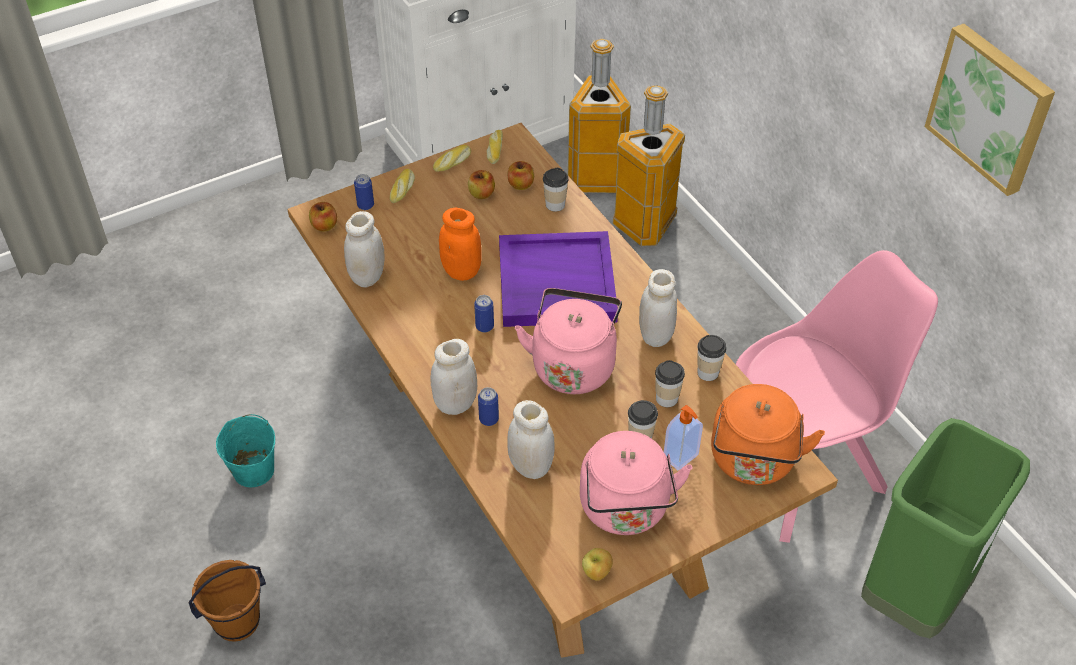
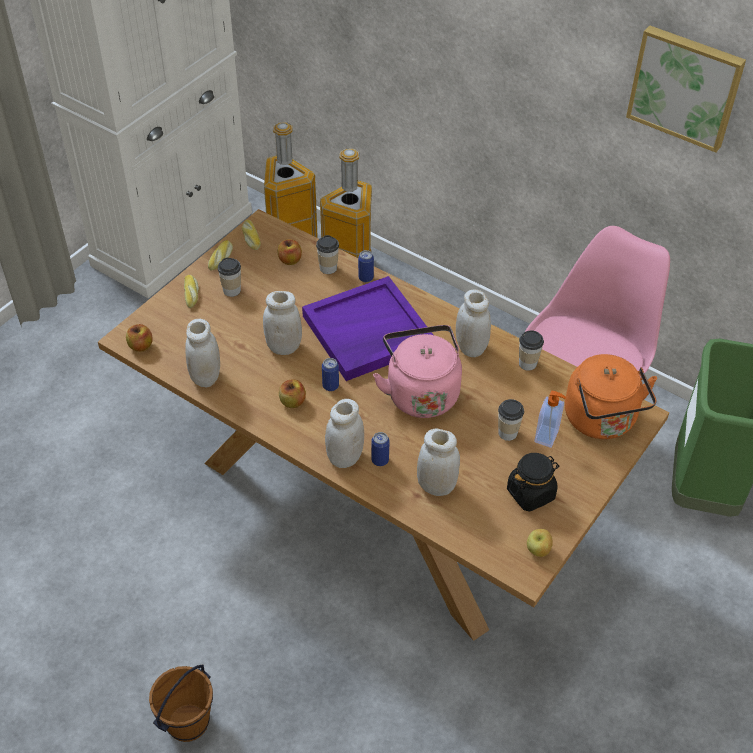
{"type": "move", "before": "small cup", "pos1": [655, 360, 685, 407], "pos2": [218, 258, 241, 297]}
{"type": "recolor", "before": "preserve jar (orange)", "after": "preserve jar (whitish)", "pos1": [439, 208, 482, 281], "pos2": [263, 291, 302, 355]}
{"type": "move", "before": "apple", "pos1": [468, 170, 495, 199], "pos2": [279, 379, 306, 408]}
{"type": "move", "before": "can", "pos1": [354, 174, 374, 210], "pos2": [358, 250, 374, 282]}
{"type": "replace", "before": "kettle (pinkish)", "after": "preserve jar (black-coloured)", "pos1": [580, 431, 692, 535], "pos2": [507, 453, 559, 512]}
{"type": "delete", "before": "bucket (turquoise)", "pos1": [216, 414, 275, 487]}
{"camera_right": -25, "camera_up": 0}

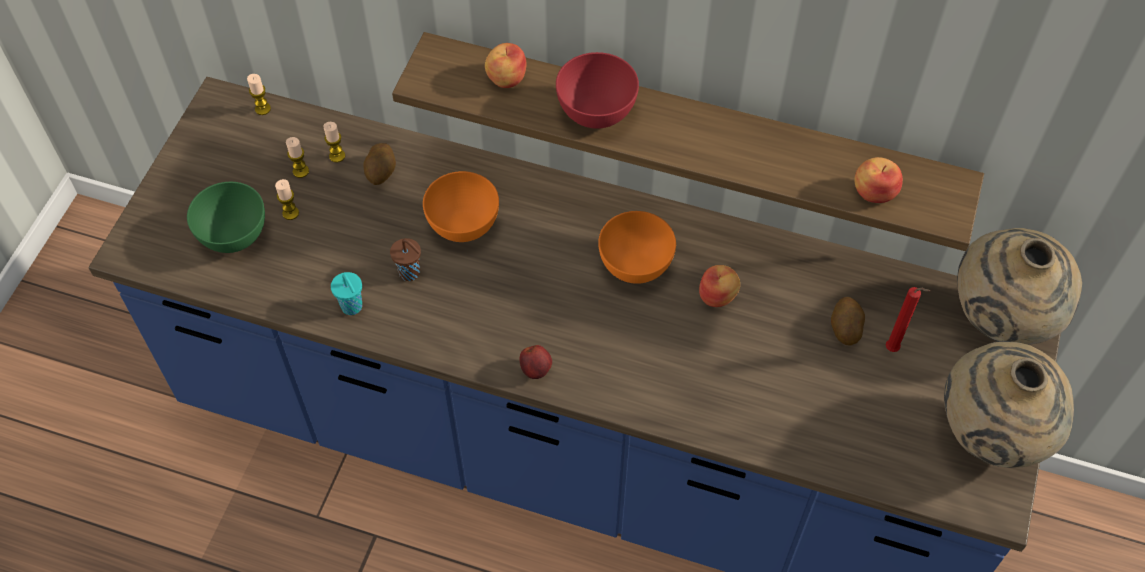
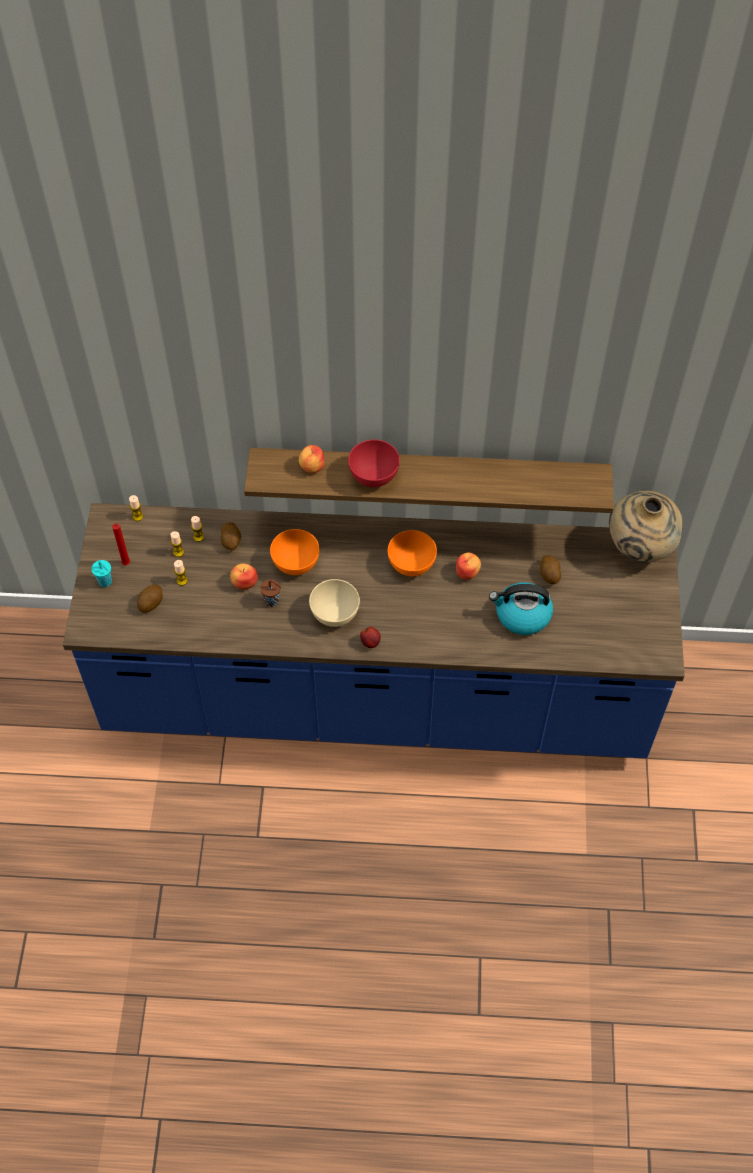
{"type": "move", "before": "small cup (turquoise)", "pos1": [331, 272, 362, 315], "pos2": [91, 560, 112, 587]}
{"type": "move", "before": "wax candle (reddish)", "pos1": [886, 287, 930, 352], "pos2": [112, 523, 130, 565]}
{"type": "replace", "before": "bowl (greenish)", "after": "spud", "pos1": [187, 182, 265, 253], "pos2": [137, 585, 163, 613]}
{"type": "move", "before": "apple", "pos1": [854, 157, 903, 203], "pos2": [230, 563, 258, 589]}
{"type": "insert", "after": "bowl (beige-coloured)", "pos2": [309, 579, 360, 627]}
{"type": "insert", "after": "kettle", "pos2": [489, 582, 553, 635]}
{"type": "delete", "before": "flower vase (beige-coloured)", "pos1": [944, 341, 1074, 468]}
{"camera_right": -15, "camera_up": 0}

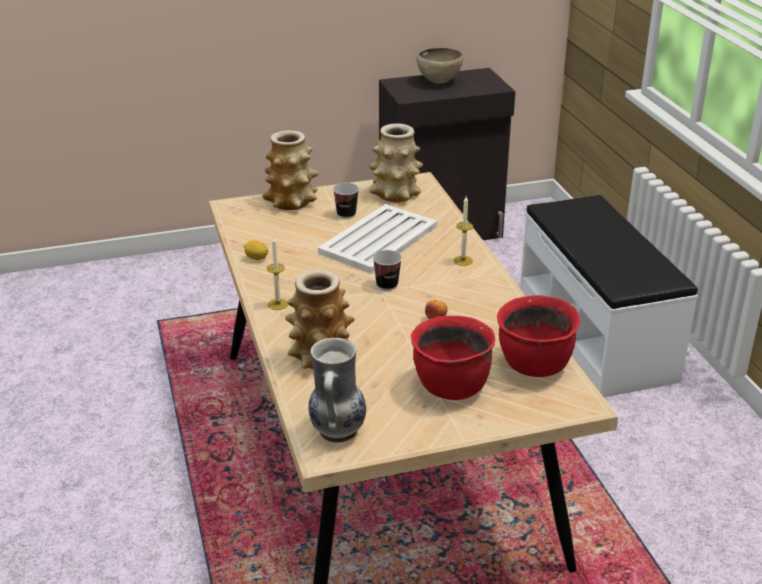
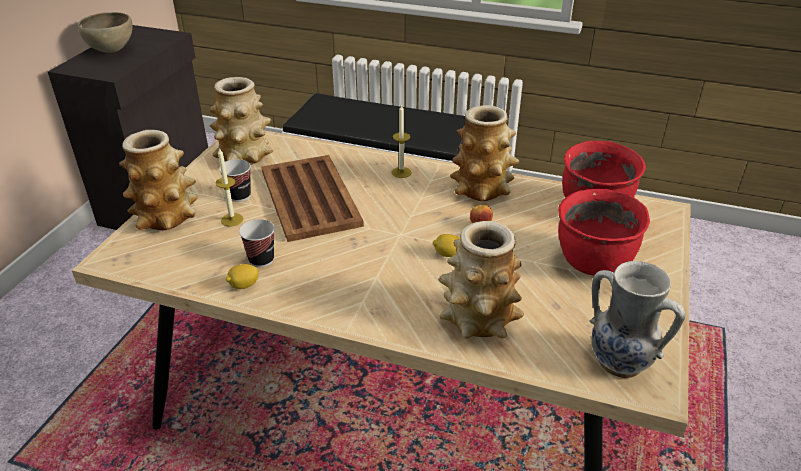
{"type": "move", "before": "wax candle", "pos1": [267, 237, 288, 310], "pos2": [216, 148, 244, 226]}
{"type": "move", "before": "small cup", "pos1": [373, 250, 402, 291], "pos2": [239, 219, 275, 267]}
{"type": "recolor", "before": "tray (whitish)", "after": "tray (brown)", "pos1": [318, 204, 437, 273], "pos2": [262, 155, 364, 242]}
{"type": "insert", "after": "whole lemon", "pos2": [433, 234, 460, 257]}
{"type": "insert", "after": "flower vase", "pos2": [450, 105, 519, 201]}
{"camera_right": -55, "camera_up": 5}

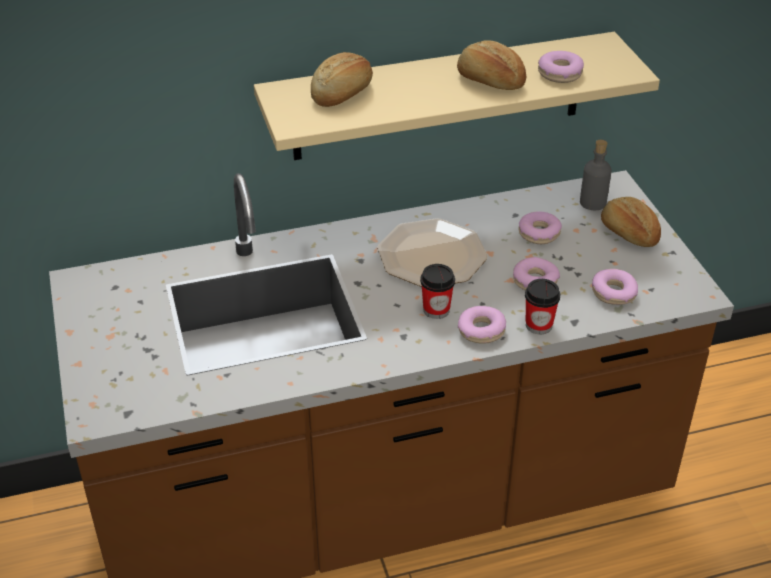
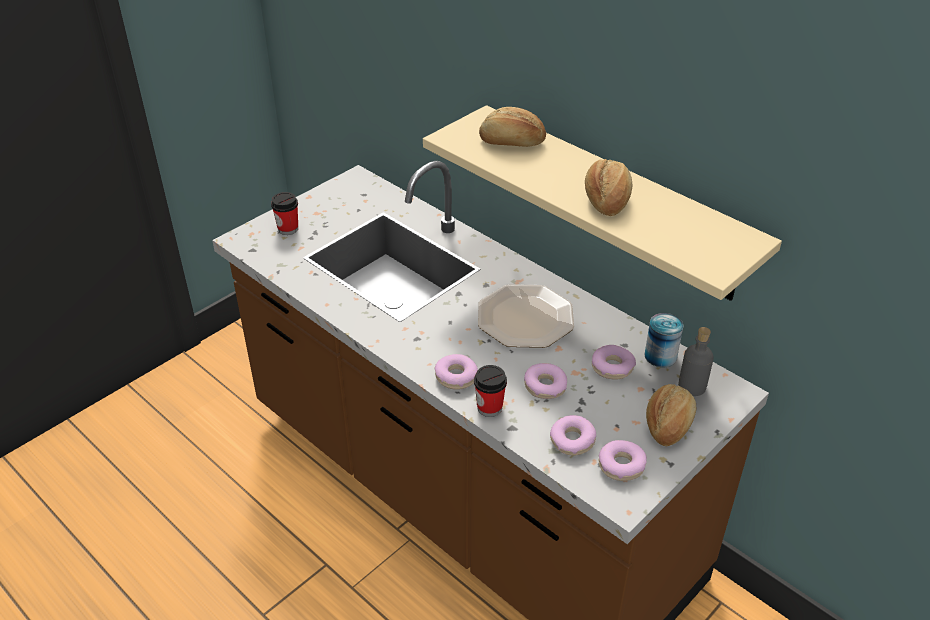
{"type": "move", "before": "small cup", "pos1": [420, 264, 455, 319], "pos2": [271, 192, 298, 235]}
{"type": "move", "before": "donut", "pos1": [538, 51, 584, 83], "pos2": [599, 440, 647, 481]}
{"type": "insert", "after": "can", "pos2": [644, 313, 683, 367]}
{"camera_right": 60, "camera_up": 0}

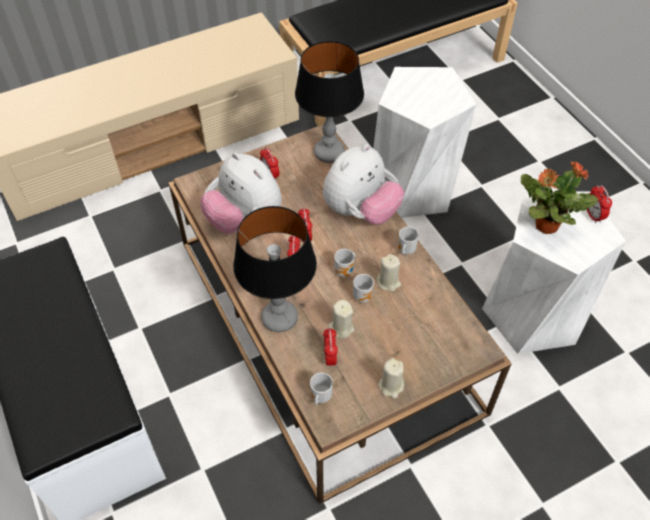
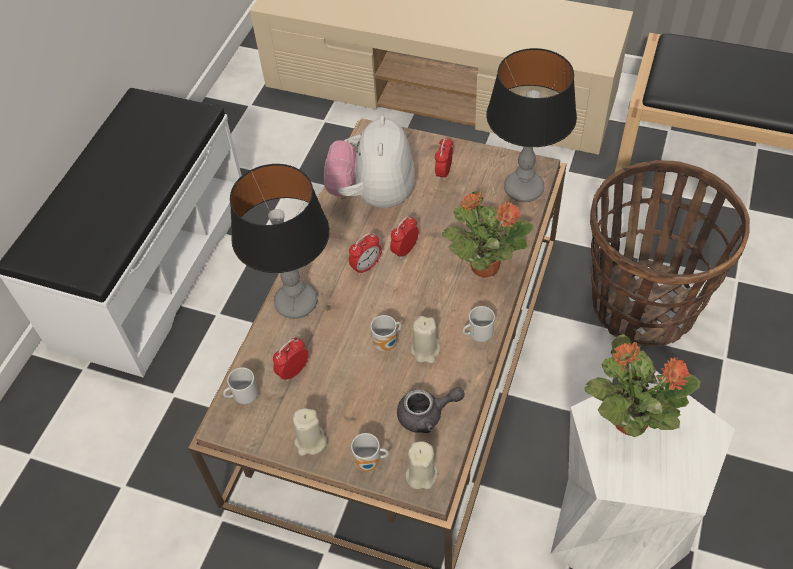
{"type": "move", "before": "tea mug", "pos1": [334, 249, 355, 277], "pos2": [351, 433, 389, 471]}
{"type": "insert", "after": "tea pot (grey)", "pos2": [397, 387, 465, 433]}
{"type": "move", "before": "wax candle (beige-coloured)", "pos1": [328, 300, 355, 339], "pos2": [406, 441, 438, 489]}
{"type": "replace", "before": "plush toy", "after": "plant in a pot", "pos1": [323, 144, 404, 225], "pos2": [442, 191, 534, 278]}
{"type": "replace", "before": "stool seat (whitish)", "after": "storage basket", "pos1": [373, 67, 476, 218], "pos2": [590, 160, 750, 347]}
{"type": "delete", "before": "alarm clock", "pos1": [587, 185, 612, 223]}
{"camera_right": 50, "camera_up": 0}

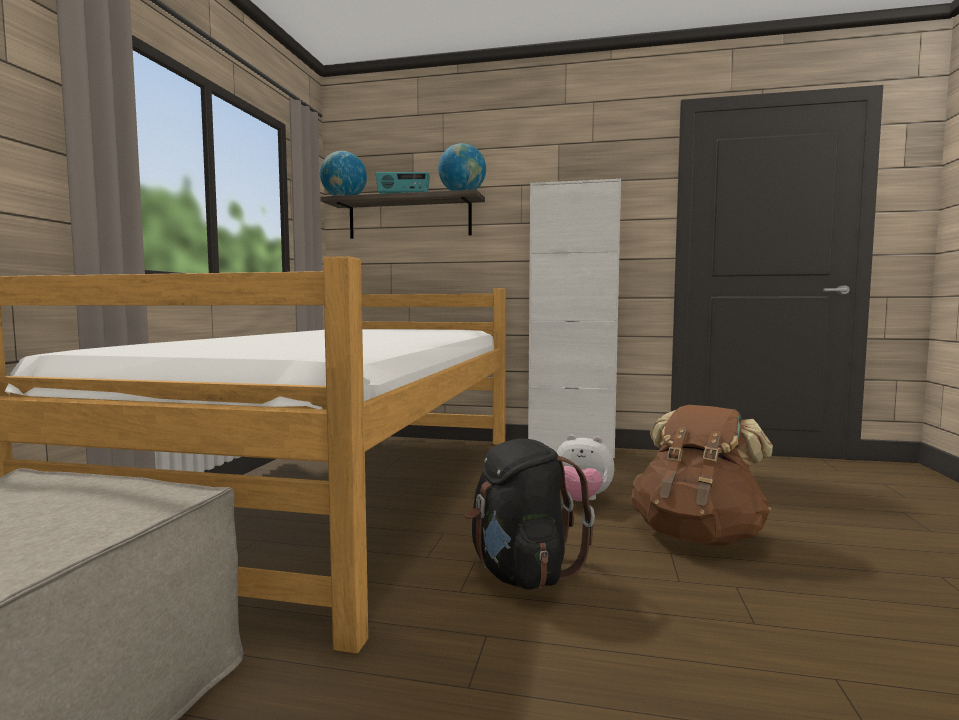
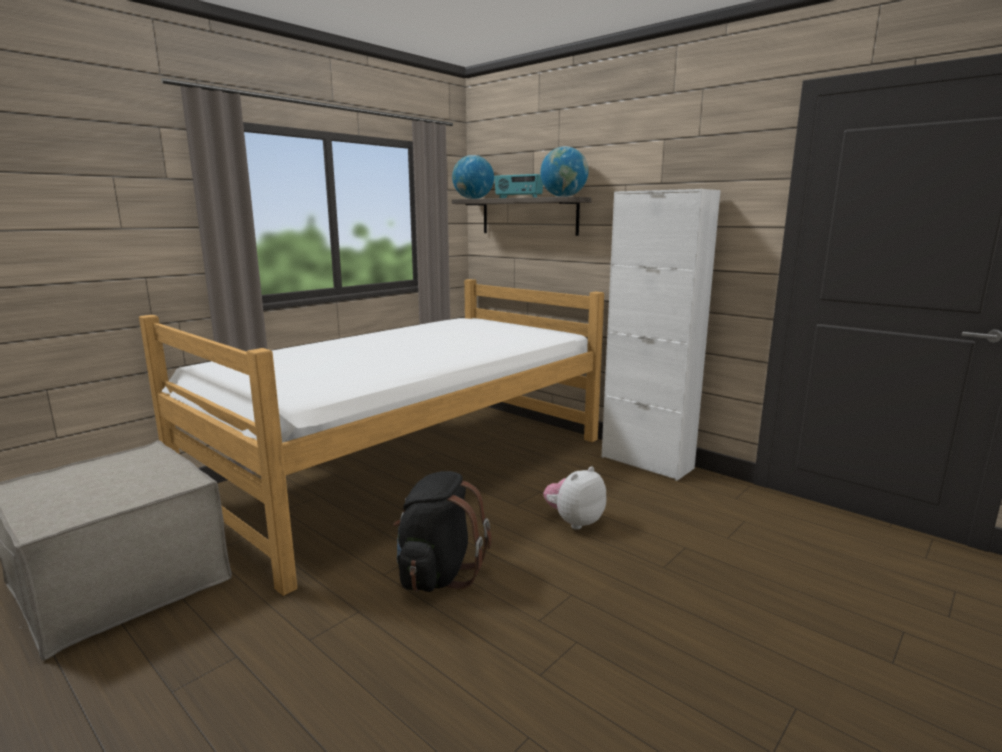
{"type": "rotate", "before": "plush toy", "pos1": [556, 435, 614, 501], "pos2": [543, 466, 606, 530], "turn": 90}
{"type": "delete", "before": "backpack (brown)", "pos1": [631, 405, 773, 546]}
{"camera_right": 30, "camera_up": 10}

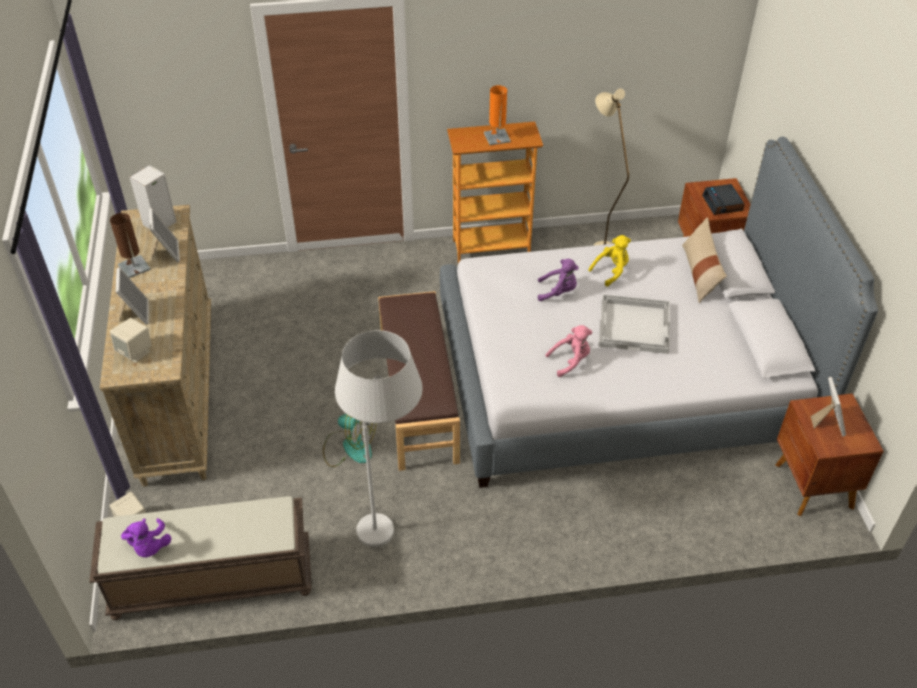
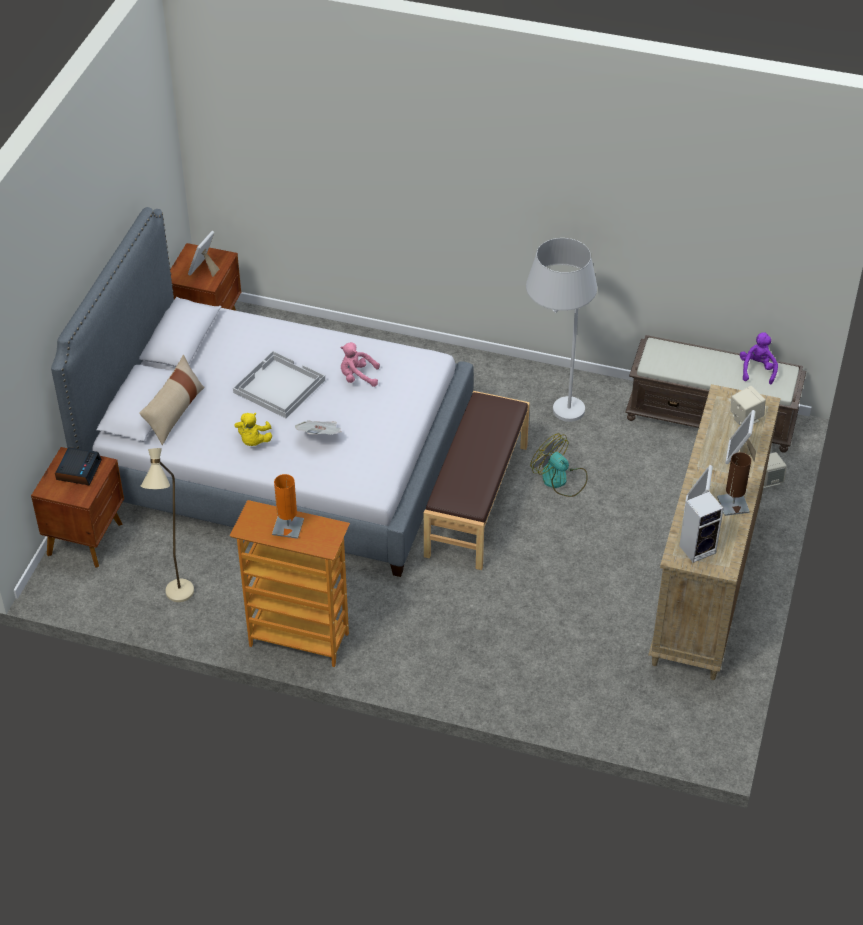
{"type": "rotate", "before": "plush toy (yellow)", "pos1": [588, 235, 631, 287], "pos2": [234, 413, 272, 446], "turn": -75}
{"type": "replace", "before": "plush toy (purplish)", "after": "daily paper", "pos1": [538, 259, 579, 301], "pos2": [295, 420, 341, 435]}
{"camera_right": -155, "camera_up": 0}

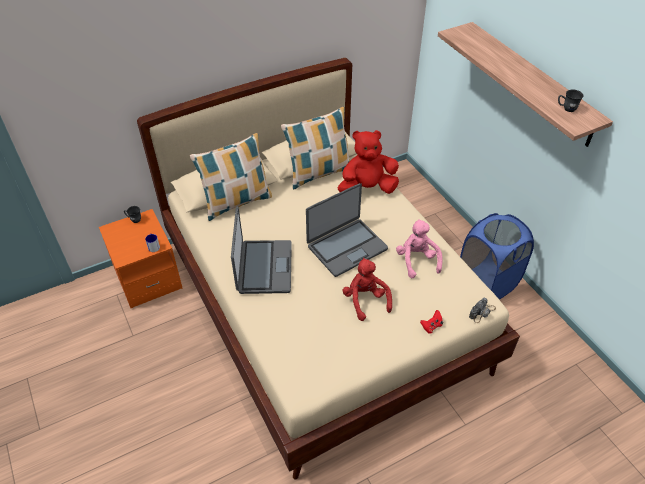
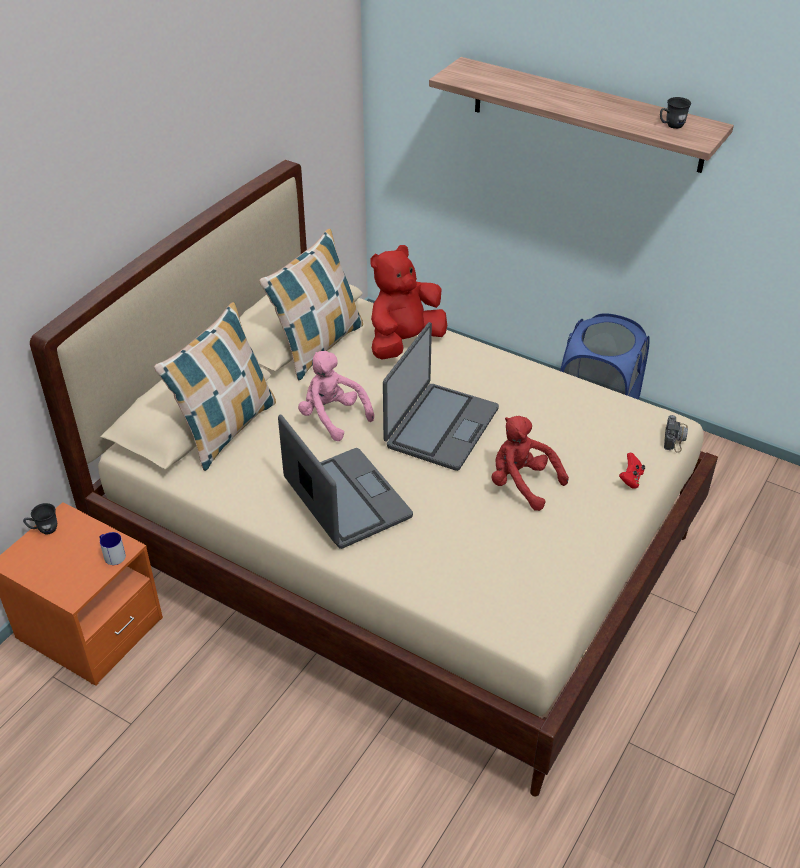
{"type": "move", "before": "plush toy (pinkish)", "pos1": [396, 219, 443, 278], "pos2": [298, 351, 374, 441]}
{"camera_right": -30, "camera_up": -5}

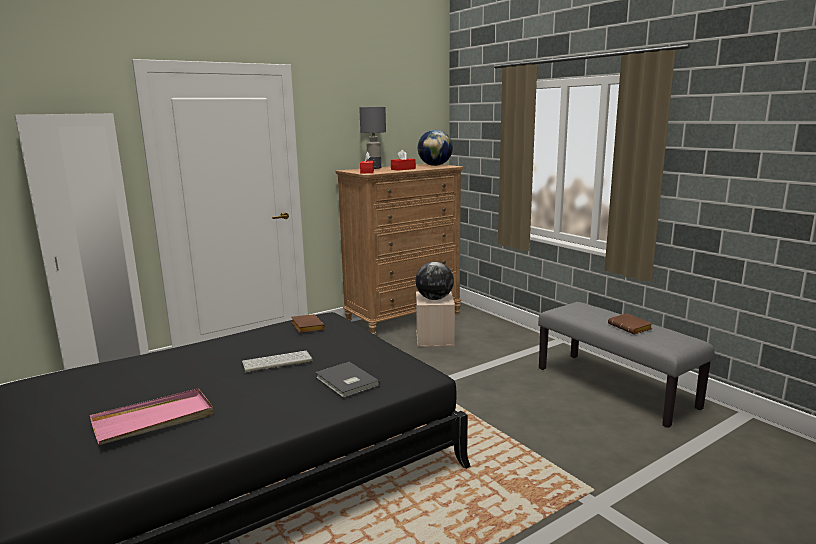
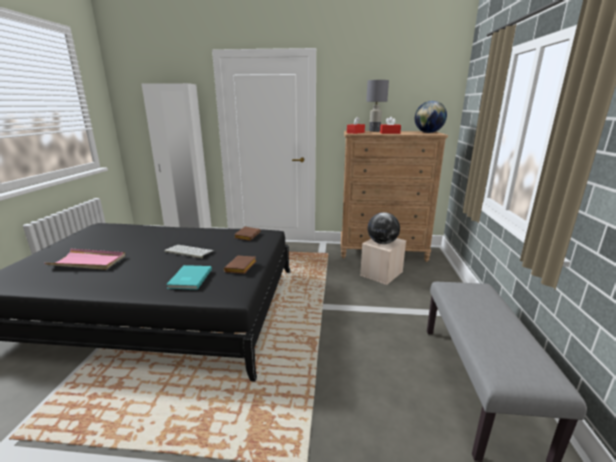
{"type": "recolor", "before": "bound book (grey)", "after": "bound book (turquoise)", "pos1": [315, 362, 379, 398], "pos2": [166, 265, 212, 290]}
{"type": "move", "before": "bound book (brown)", "pos1": [608, 313, 653, 335], "pos2": [224, 256, 256, 274]}
{"camera_right": 40, "camera_up": 5}

